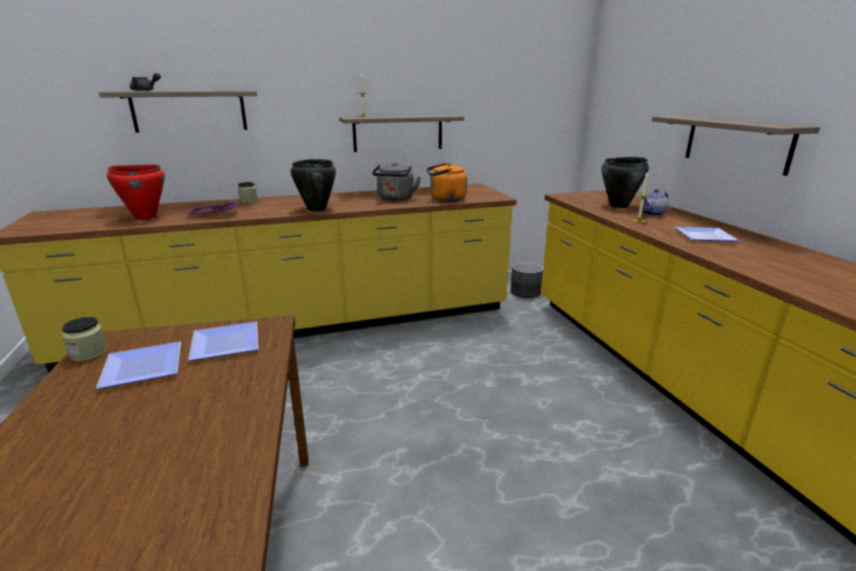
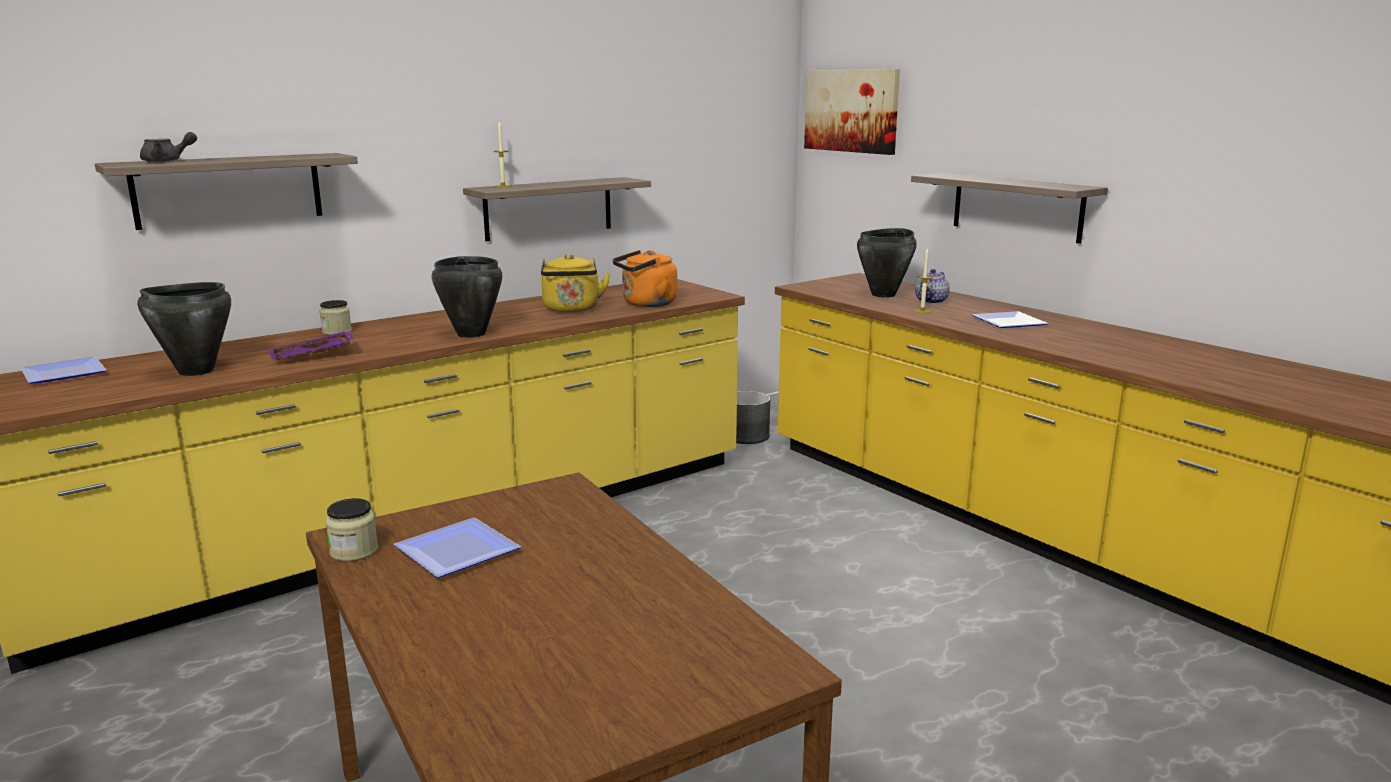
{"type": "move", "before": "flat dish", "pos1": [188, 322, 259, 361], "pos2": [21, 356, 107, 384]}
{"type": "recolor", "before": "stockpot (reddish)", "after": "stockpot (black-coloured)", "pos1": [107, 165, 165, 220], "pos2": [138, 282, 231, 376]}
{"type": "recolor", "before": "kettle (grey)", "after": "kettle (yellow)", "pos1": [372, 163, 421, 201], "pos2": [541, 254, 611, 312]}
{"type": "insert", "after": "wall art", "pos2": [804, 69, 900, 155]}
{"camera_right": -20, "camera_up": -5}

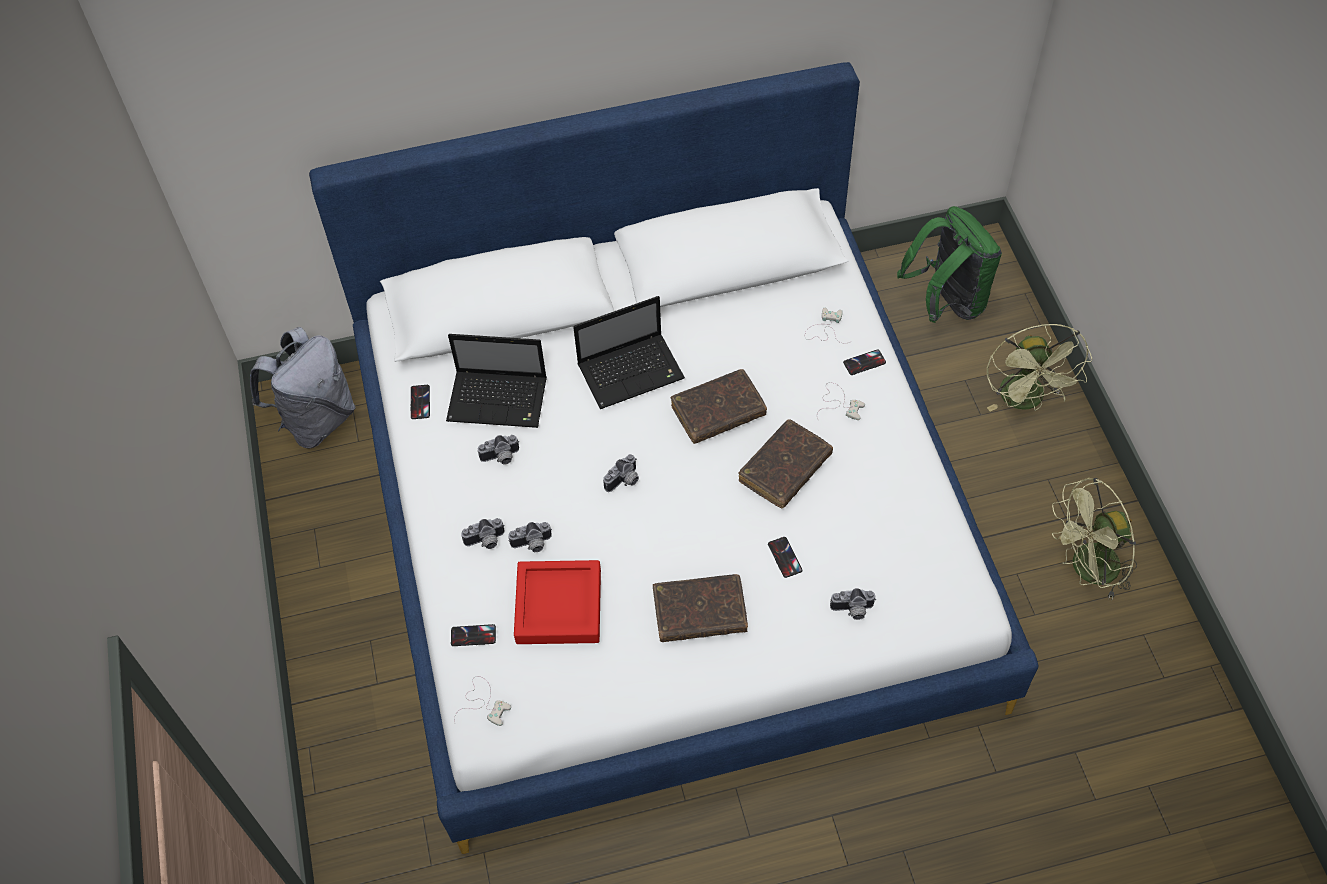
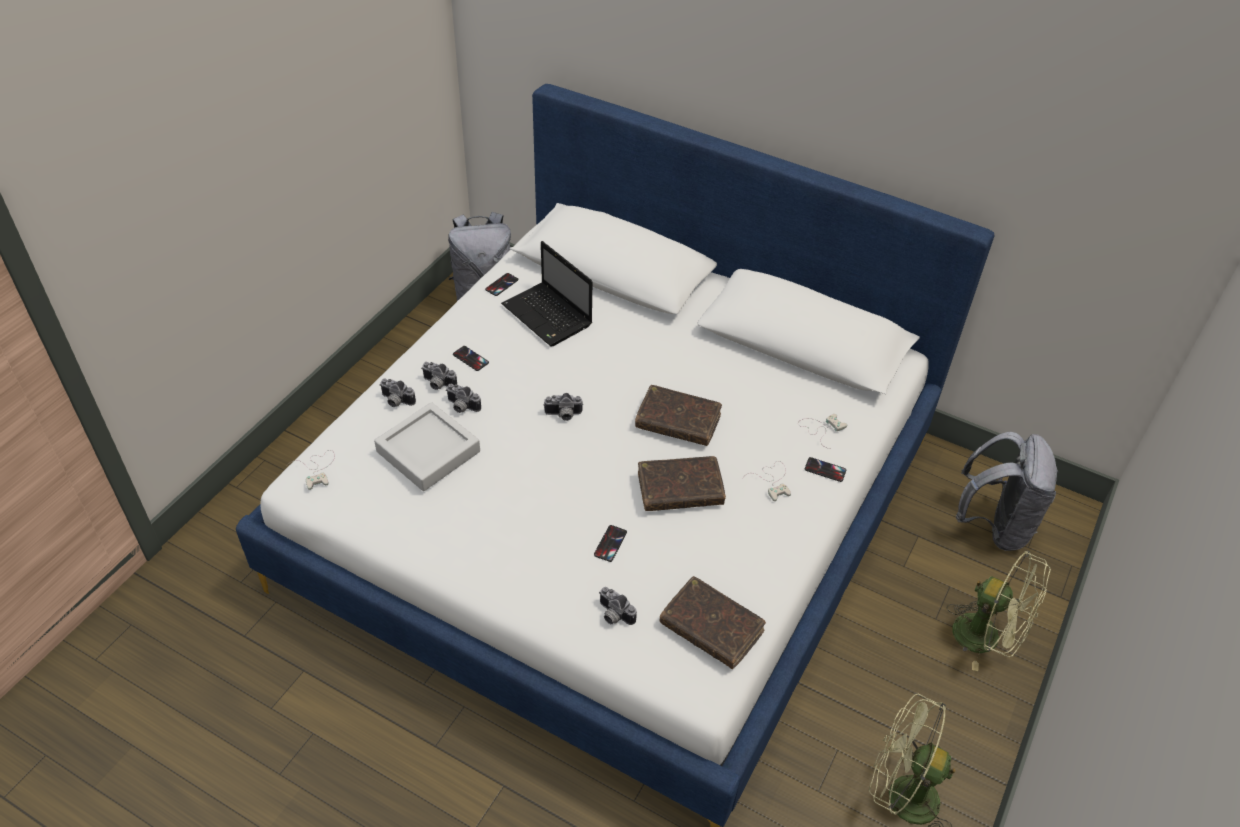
{"type": "recolor", "before": "tray (reddish)", "after": "tray (grey)", "pos1": [514, 560, 601, 644], "pos2": [374, 402, 480, 491]}
{"type": "move", "before": "photo camera", "pos1": [478, 435, 519, 464], "pos2": [380, 378, 416, 407]}
{"type": "move", "before": "phone", "pos1": [451, 624, 496, 646], "pos2": [453, 346, 489, 371]}
{"type": "move", "before": "bound book (brown)", "pos1": [653, 574, 748, 642], "pos2": [660, 576, 766, 669]}
{"type": "rotate", "before": "cooling fan (greenish)", "pos1": [987, 324, 1093, 411], "pos2": [947, 550, 1051, 671], "turn": -90}
{"type": "recolor", "before": "backpack (greenish)", "after": "backpack (grey)", "pos1": [897, 206, 1002, 323], "pos2": [956, 432, 1059, 551]}
{"type": "delete", "before": "notebook computer", "pos1": [573, 296, 685, 409]}
{"camera_right": 40, "camera_up": -10}

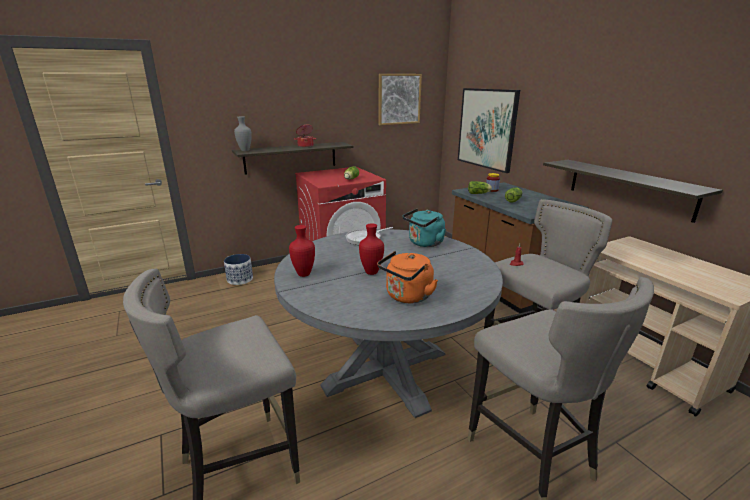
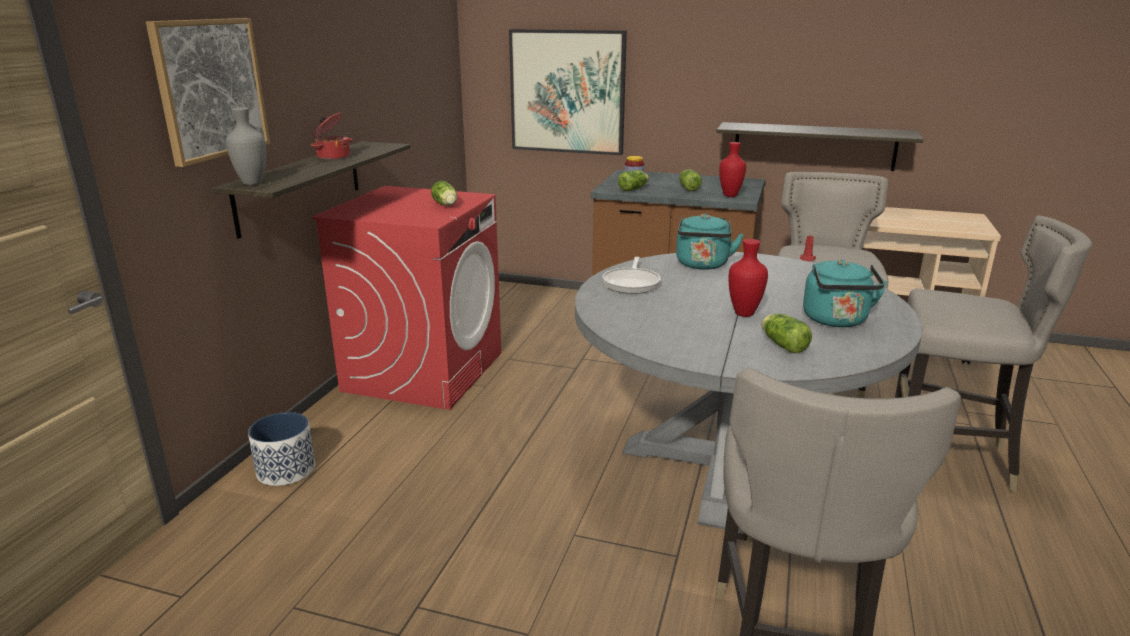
{"type": "move", "before": "wall art", "pos1": [379, 74, 422, 125], "pos2": [146, 18, 270, 167]}
{"type": "move", "before": "flower vase (reddish)", "pos1": [289, 225, 315, 277], "pos2": [719, 142, 746, 197]}
{"type": "insert", "after": "lettuce", "pos2": [762, 314, 812, 353]}
{"type": "recolor", "before": "kettle (orange)", "after": "kettle (turquoise)", "pos1": [377, 251, 438, 303], "pos2": [803, 260, 887, 327]}
{"camera_right": -45, "camera_up": 0}

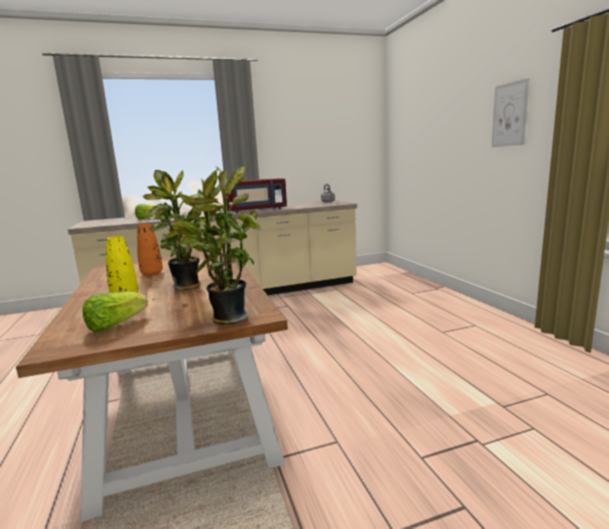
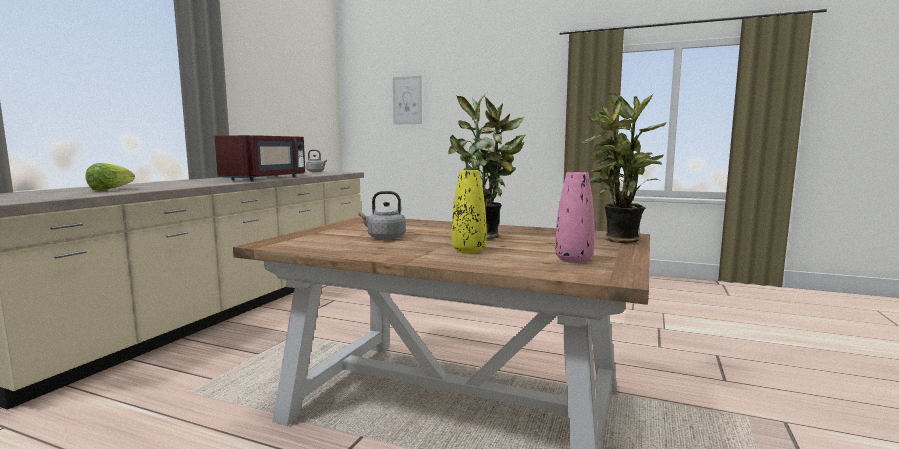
{"type": "replace", "before": "flower vase (orange)", "after": "kettle (grey)", "pos1": [137, 223, 163, 276], "pos2": [358, 191, 406, 240]}
{"type": "move", "before": "wall art", "pos1": [492, 78, 530, 147], "pos2": [393, 76, 422, 125]}
{"type": "replace", "before": "lettuce", "after": "flower vase (pinkish)", "pos1": [83, 291, 148, 332], "pos2": [555, 172, 595, 263]}
{"camera_right": -50, "camera_up": -5}

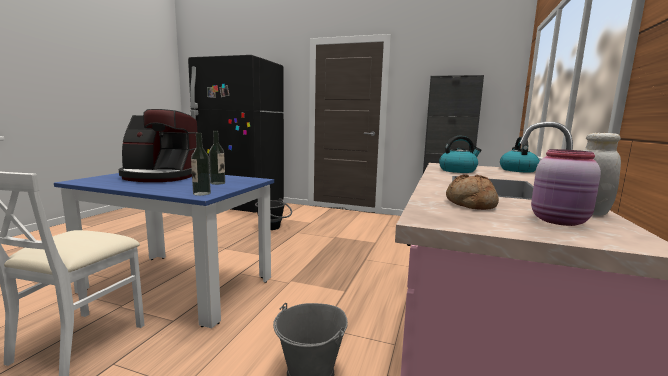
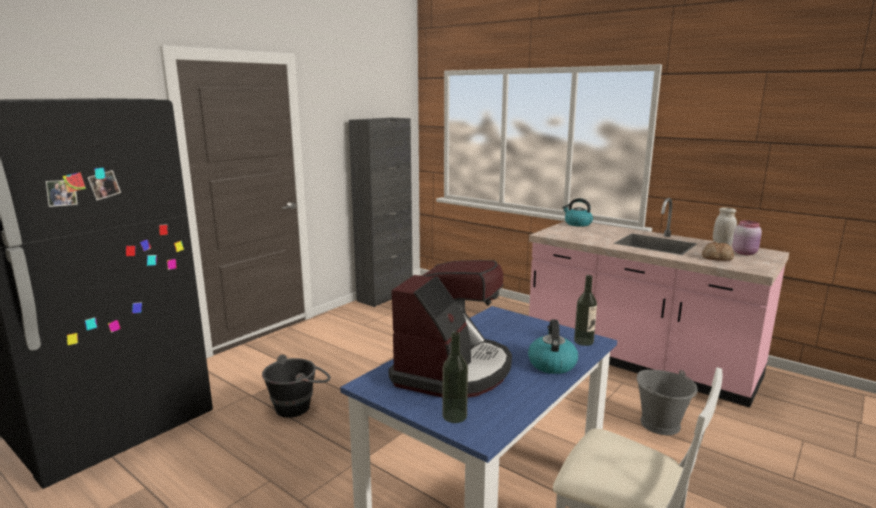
{"type": "move", "before": "bottle", "pos1": [209, 131, 225, 185], "pos2": [442, 331, 468, 423]}
{"type": "move", "before": "kettle", "pos1": [439, 136, 482, 173], "pos2": [528, 319, 578, 374]}
{"camera_right": -70, "camera_up": 5}

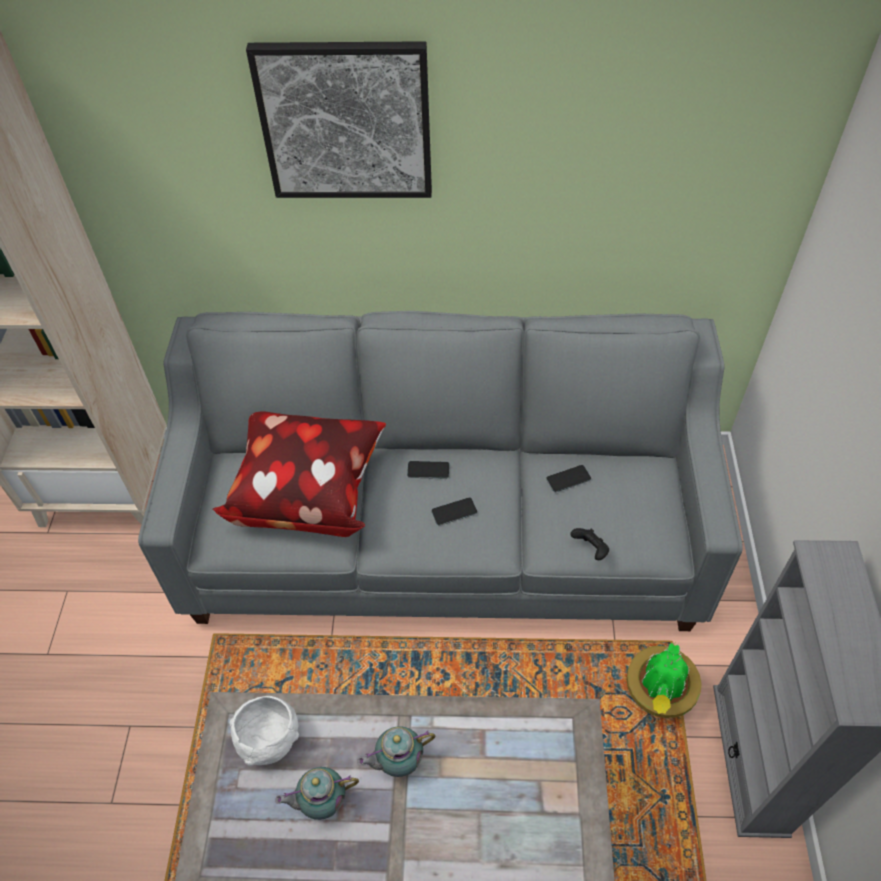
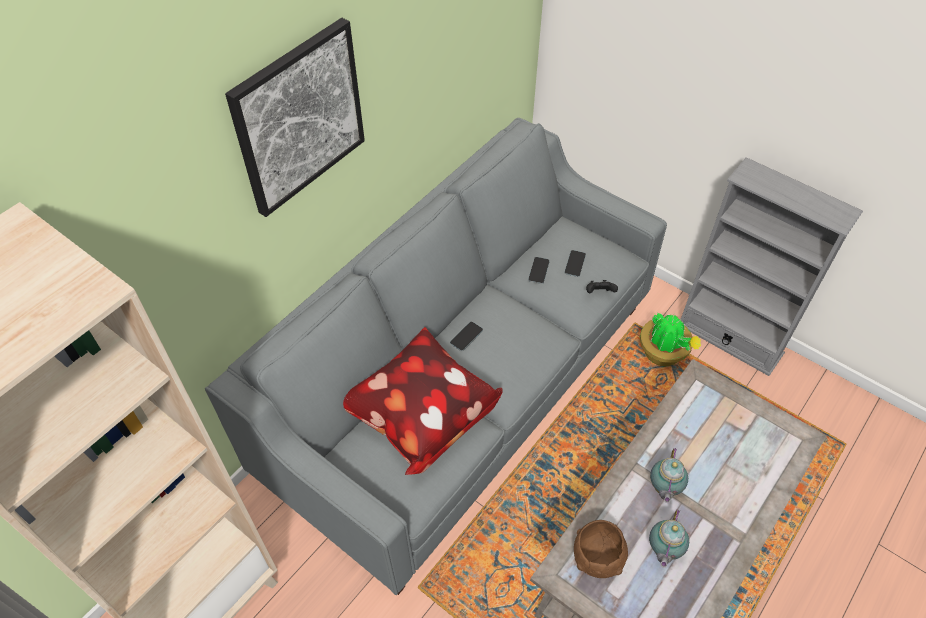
{"type": "move", "before": "phone", "pos1": [432, 497, 477, 526], "pos2": [564, 250, 586, 277]}
{"type": "recolor", "before": "bowl (whitish)", "after": "bowl (brown)", "pos1": [229, 696, 299, 766], "pos2": [574, 520, 628, 578]}
{"camera_right": -55, "camera_up": 0}

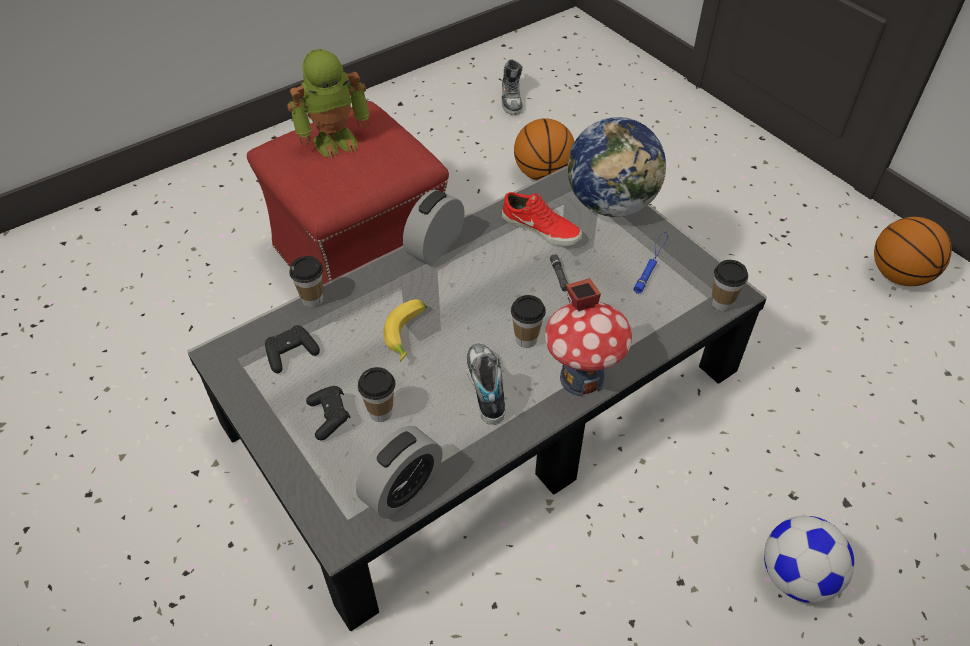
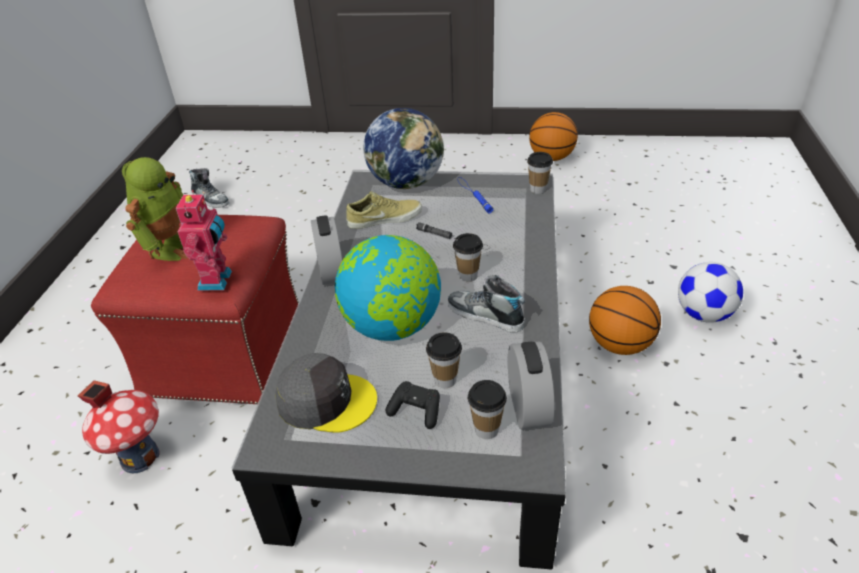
{"type": "move", "before": "model house", "pos1": [545, 278, 632, 396], "pos2": [78, 380, 159, 473]}
{"type": "insert", "after": "robot figure", "pos2": [176, 190, 232, 291]}
{"type": "replace", "before": "joypad (black-coloured)", "after": "cap (grey)", "pos1": [265, 325, 320, 373], "pos2": [275, 353, 377, 433]}
{"type": "replace", "before": "banana fruit", "after": "globe", "pos1": [383, 299, 427, 362], "pos2": [335, 235, 441, 341]}
{"type": "recolor", "before": "shoe (reddish)", "after": "shoe (beige-coloured)", "pos1": [502, 192, 582, 246], "pos2": [346, 191, 422, 229]}
{"type": "move", "before": "small cup", "pos1": [289, 256, 323, 308], "pos2": [468, 380, 507, 439]}
{"type": "move", "before": "basketball", "pos1": [514, 118, 575, 180], "pos2": [589, 286, 661, 355]}
{"camera_right": -45, "camera_up": -10}

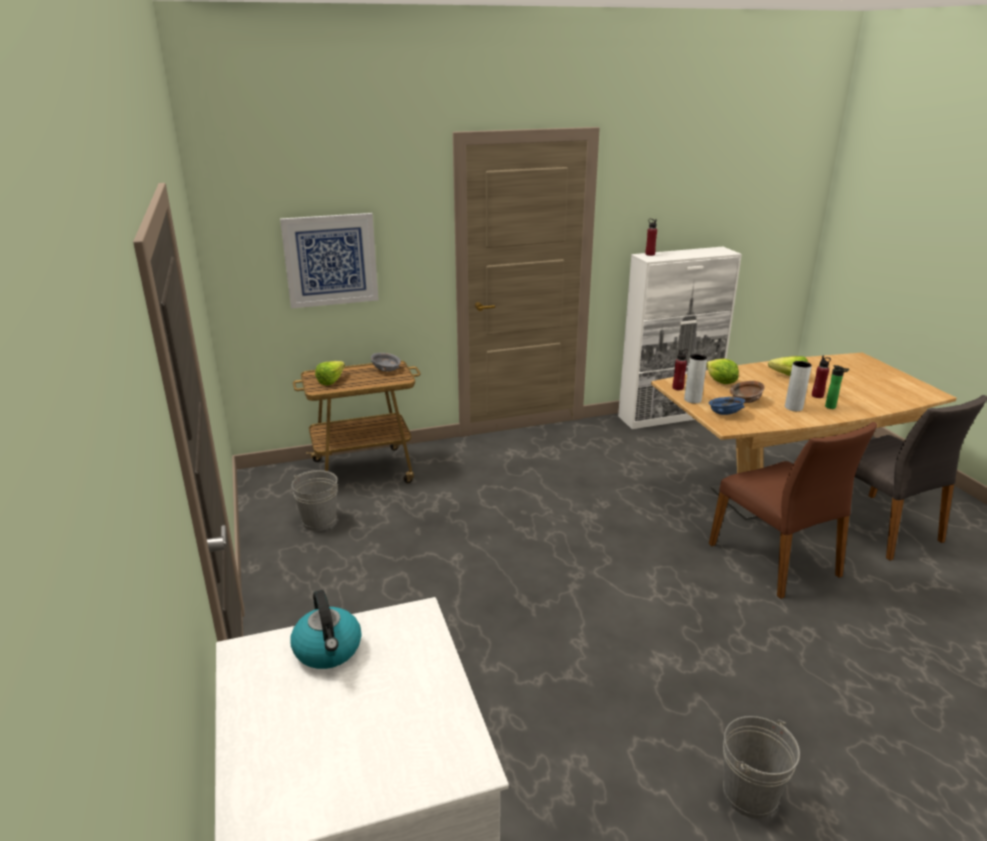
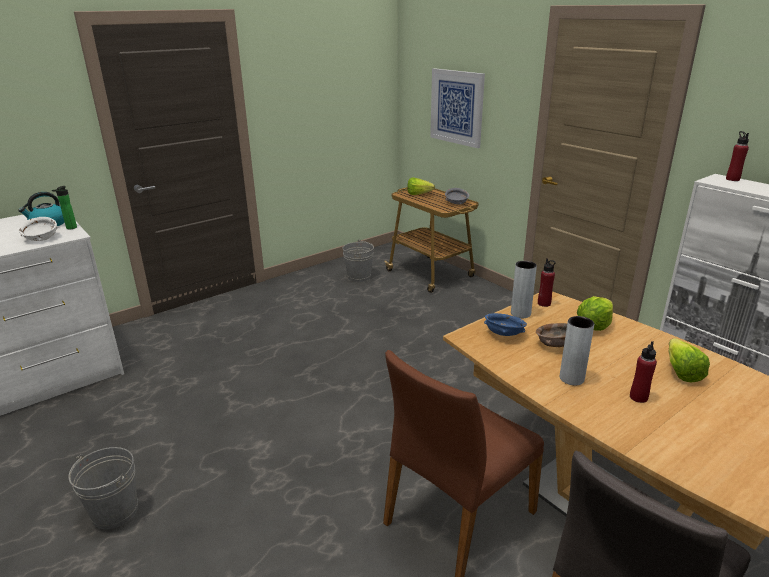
{"type": "insert", "after": "bowl (whitish)", "pos2": [18, 217, 58, 241]}
{"type": "move", "before": "bottle", "pos1": [825, 365, 849, 409], "pos2": [52, 186, 77, 229]}
{"camera_right": 70, "camera_up": 0}

